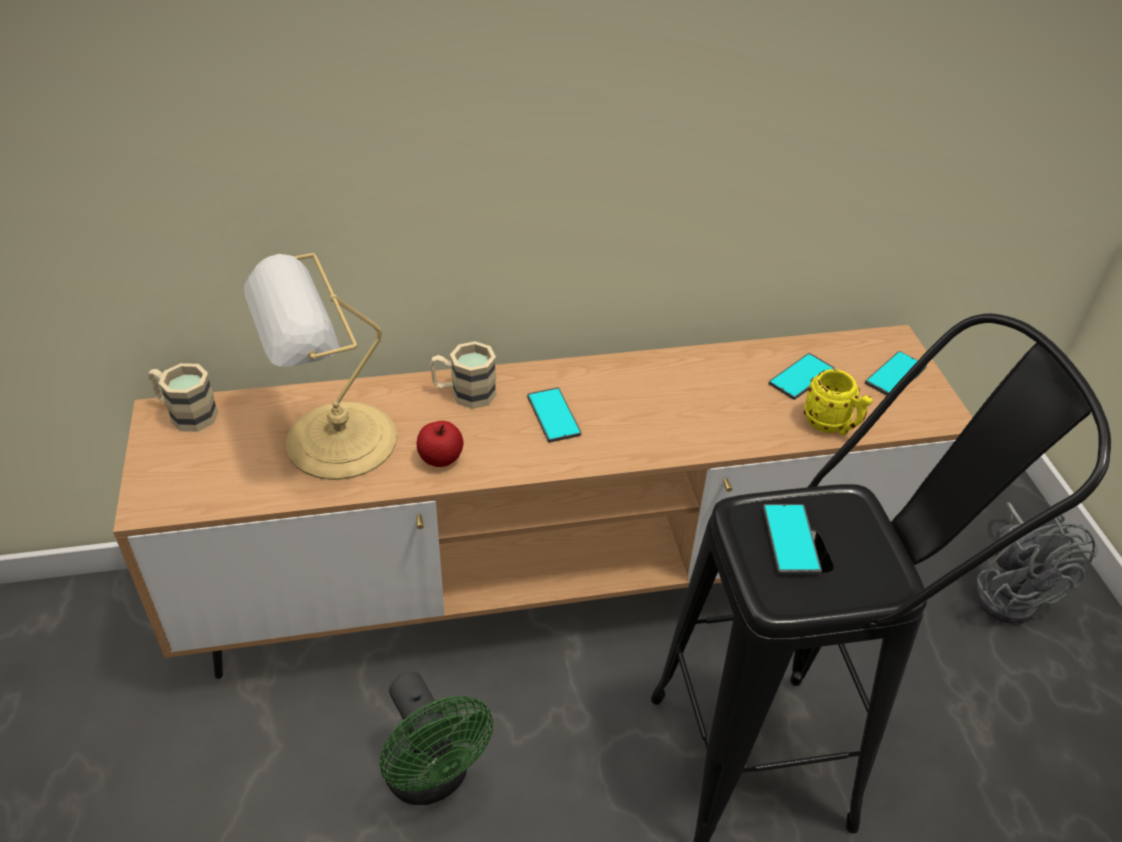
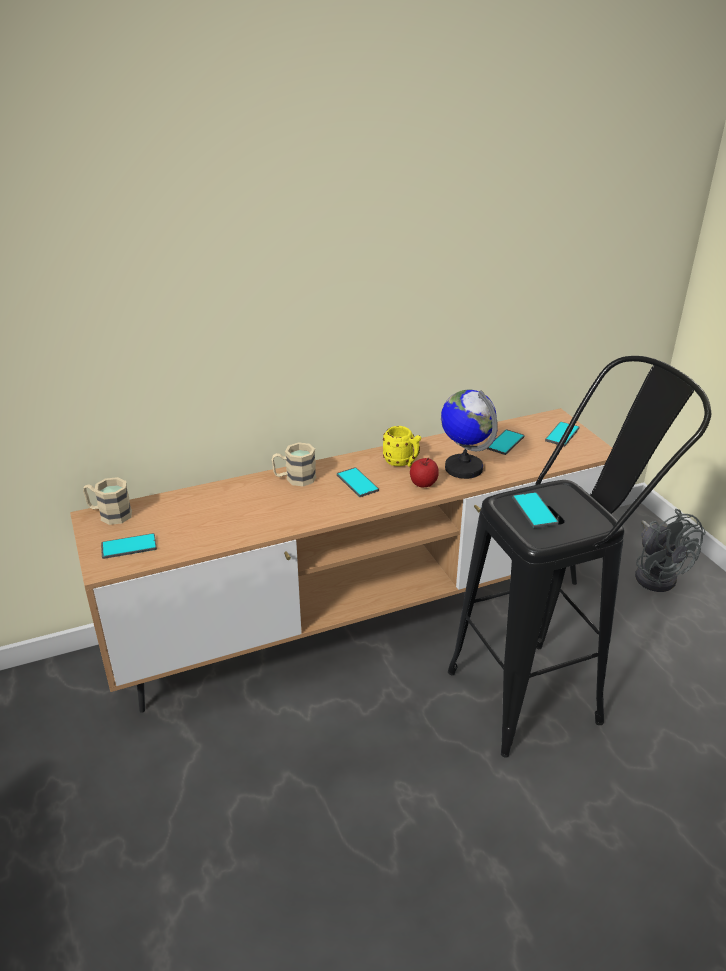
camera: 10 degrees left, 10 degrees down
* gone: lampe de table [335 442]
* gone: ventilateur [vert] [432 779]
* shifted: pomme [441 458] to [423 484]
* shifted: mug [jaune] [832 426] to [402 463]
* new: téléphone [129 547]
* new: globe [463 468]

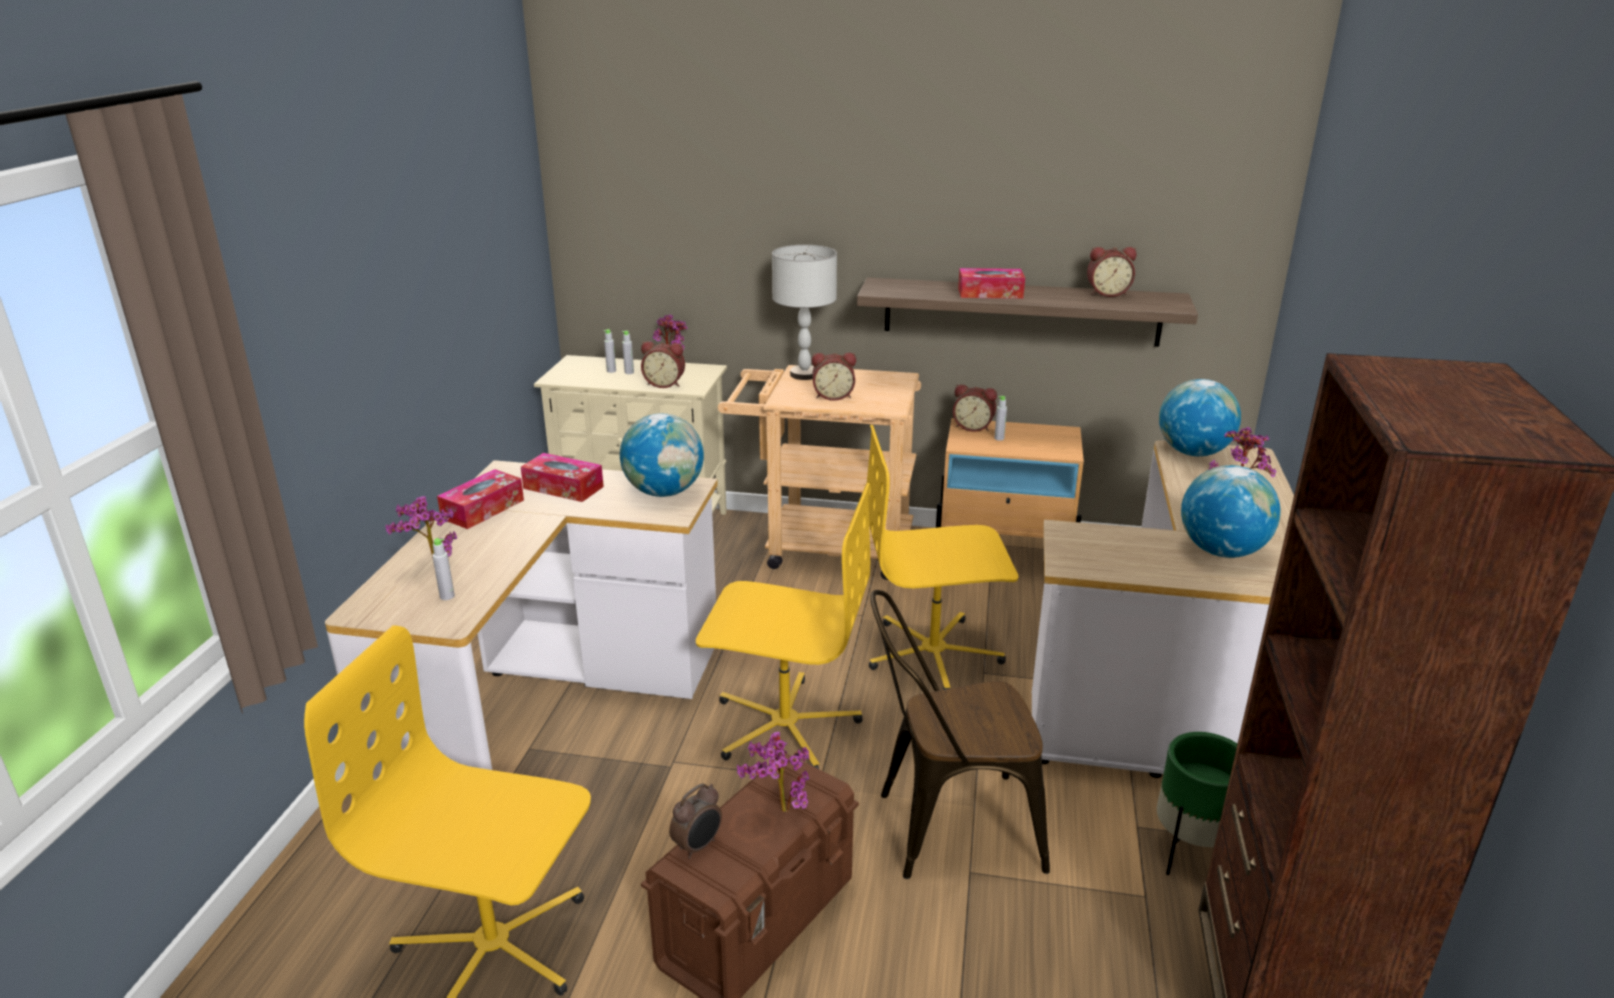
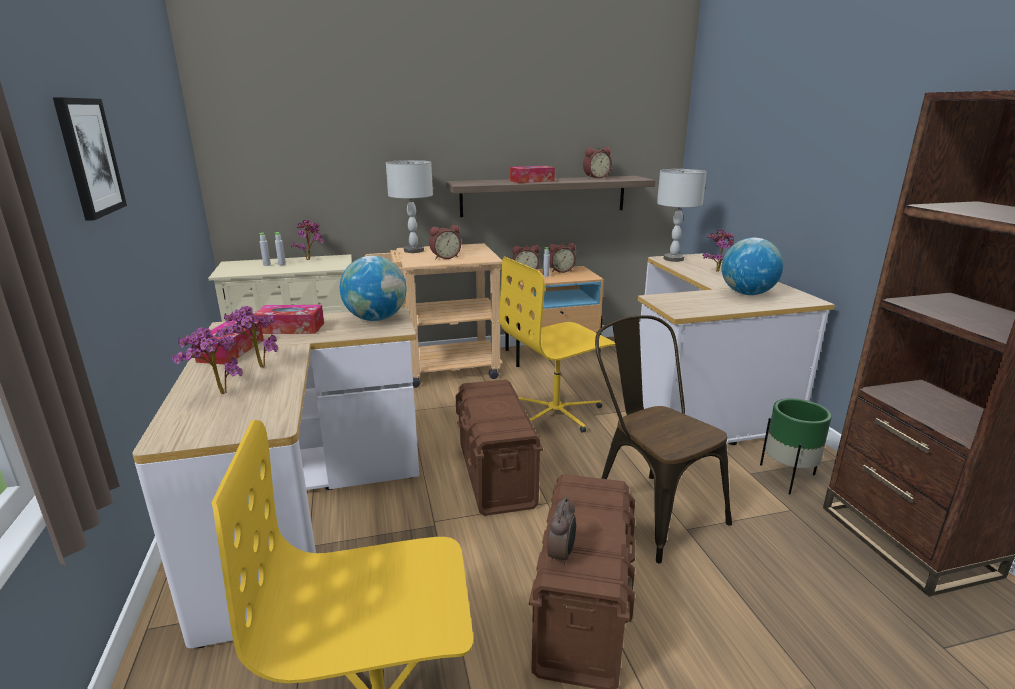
camera: 25 degrees left, 5 degrees down
* gone: bouteille [gris] [447 596]
* shifted: réveil [665 384] to [560 270]
* swapped: chaise de bureau [jaune] [784 725] to boîte de rangement [marron] [496 476]
* shifted: plante en pot [778 810] to [256 367]
* rotated: chaise [marron] [945 828] = [649 508] 90 degrees clockwise
* swapped: globe [1193 452] to lampe de table [gris] [673 259]
* new: tableau [89 157]

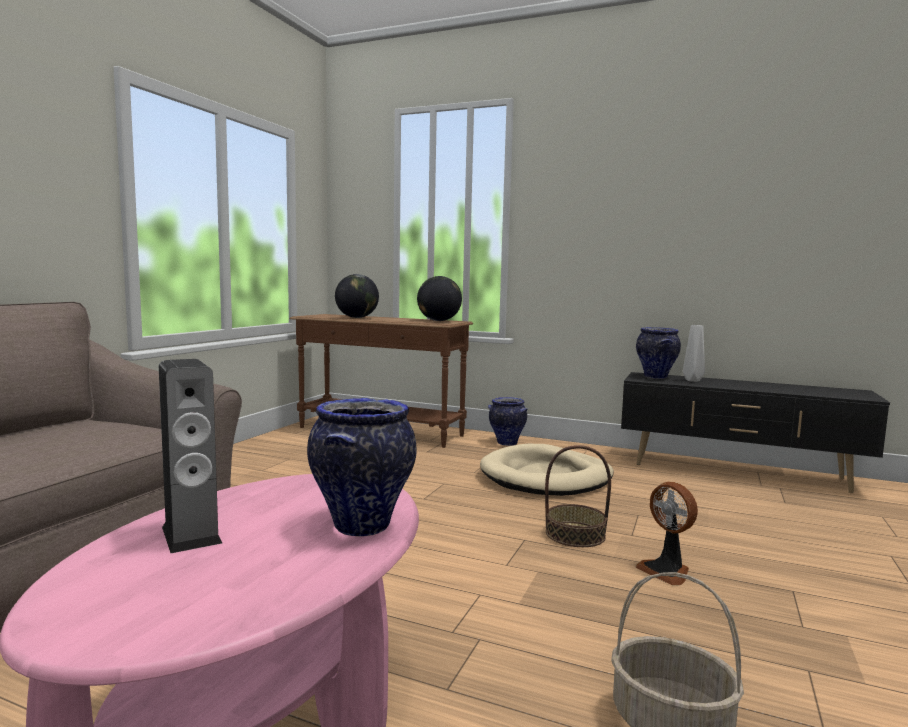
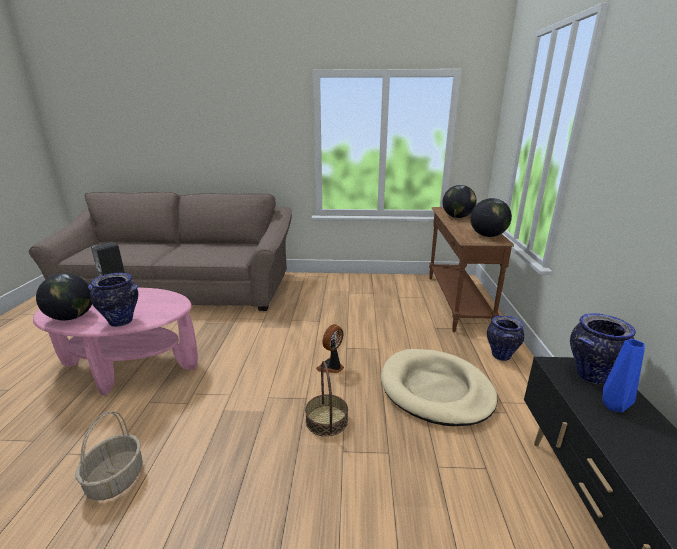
camera: 70 degrees right, 15 degrees up
* shifted: ventilateur [666 571] to [332 367]
* repainted: vase [gris] [692 380] to vase [bleu] [613 406]
* new: globe [72 317]

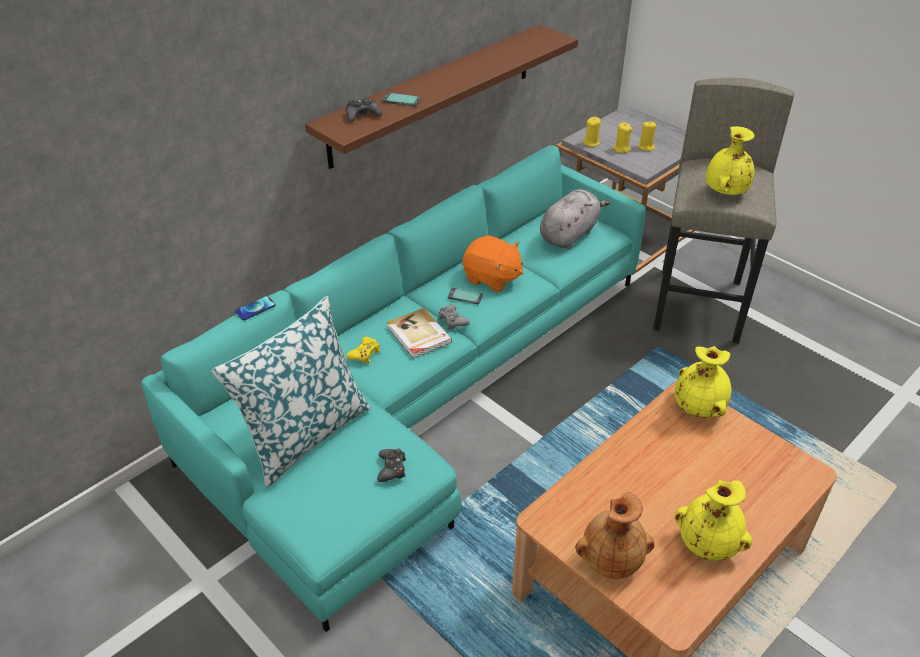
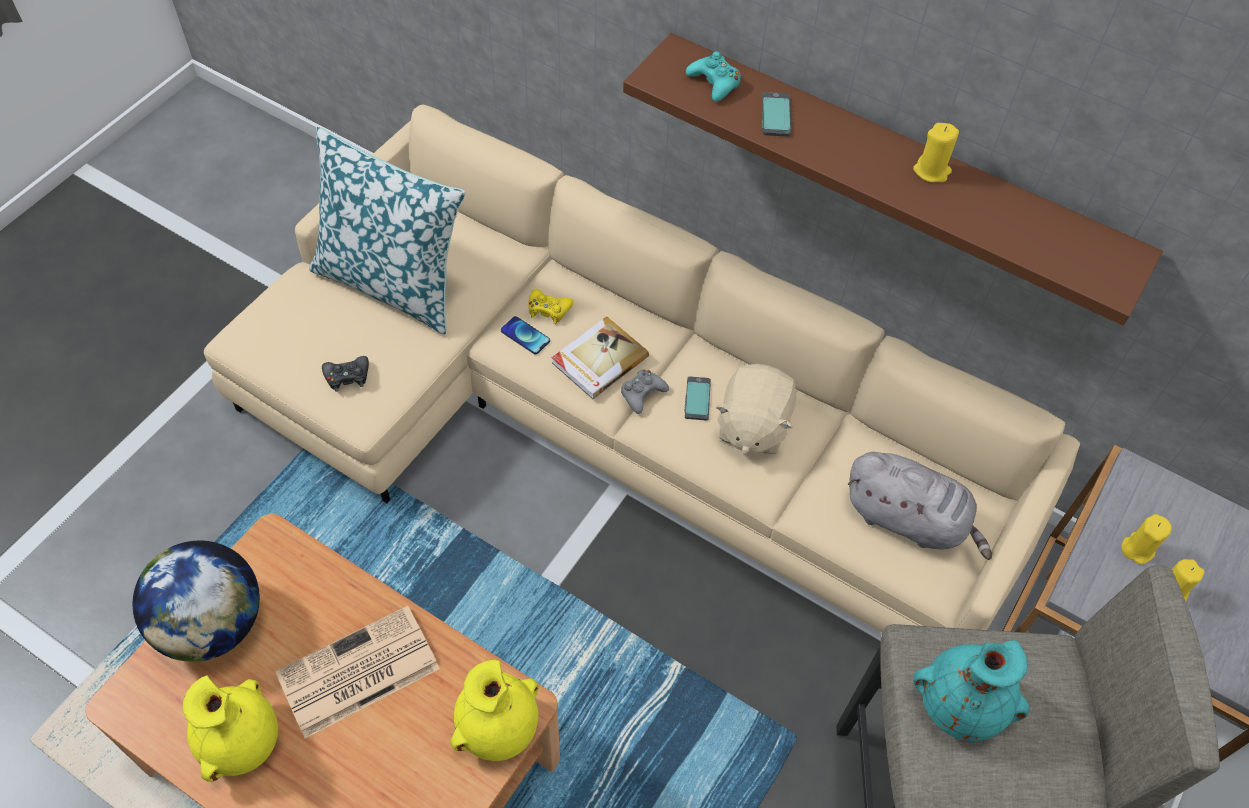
camera: 75 degrees right, 15 degrees up
* repainted: canapé [turquoise] [419 391] to canapé [beige] [609 421]
* shifted: téléphone [255 309] to [525 336]
* repainted: manette [noir] [362 115] to manette [turquoise] [714 83]
* repainted: peluche [orange] [492 278] to peluche [beige] [752 426]
* swapped: vase [marron] [611 560] to globe [212 624]
* shifted: bougie [jaune] [591 143] to [931 171]
* repainted: vase [jaune] [724 191] to vase [turquoise] [960 704]
* new: journal [356 673]

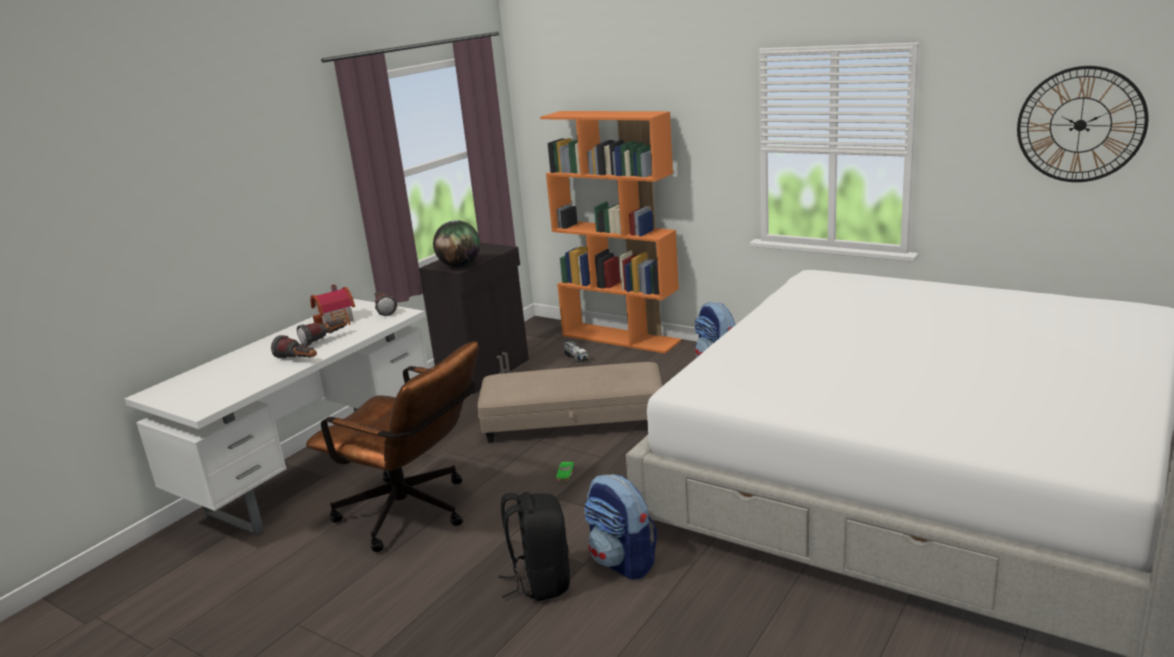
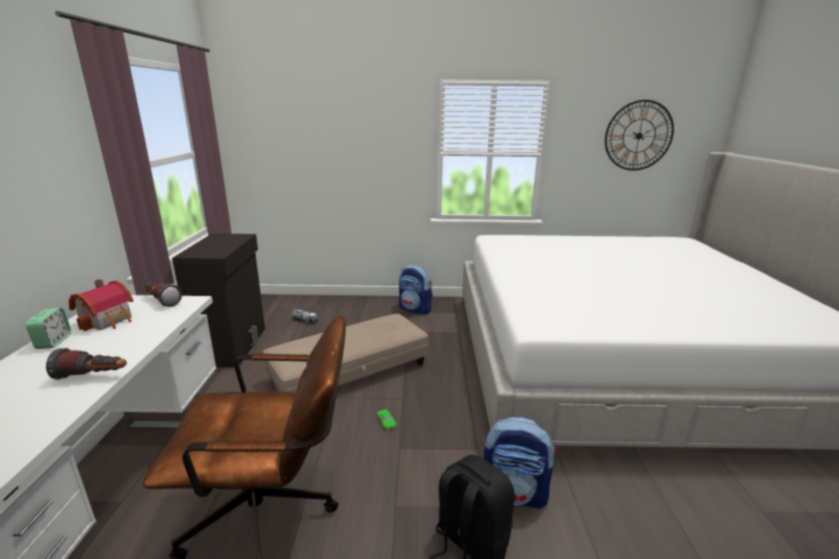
camera: 35 degrees left, 0 degrees up
* gone: lampe de poche [325 340]
* gone: globe [460 266]
* gone: bibliothèque [orange] [621 338]
* new: réveil [53 342]

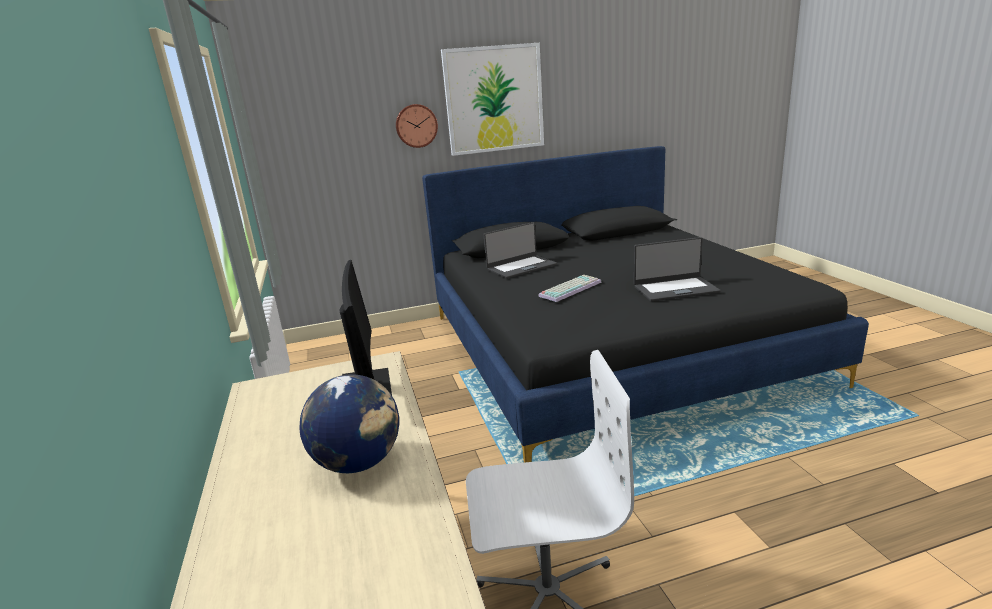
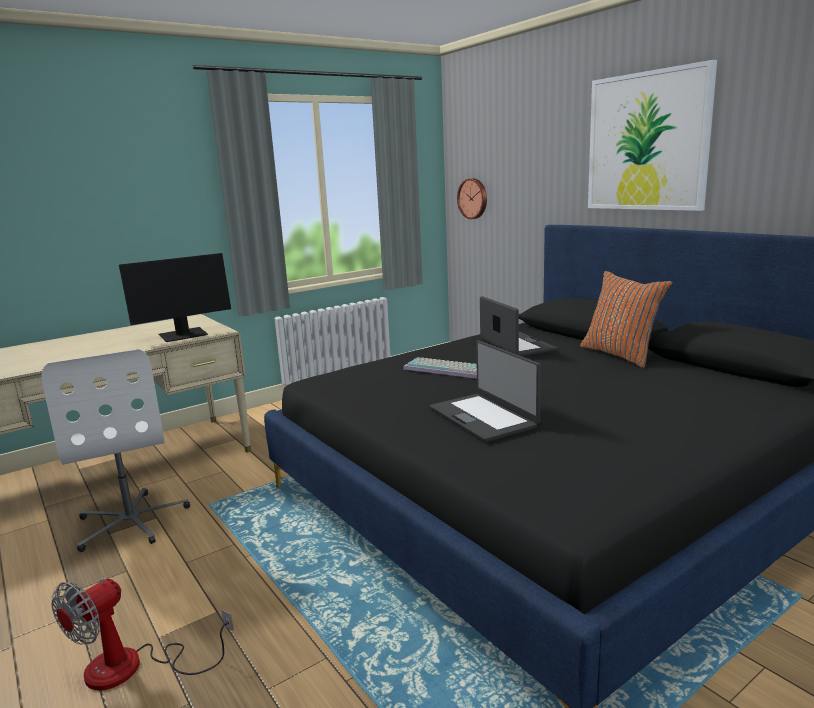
camera: 70 degrees right, 5 degrees down
* gone: globe [359 462]
* shifted: horloge murale [416 126] to [473 198]
* rotated: ordinateur portable [521 267] = [516 345] 150 degrees counterclockwise
* new: ventilateur [133 668]
* new: coussin [orange] [621 354]

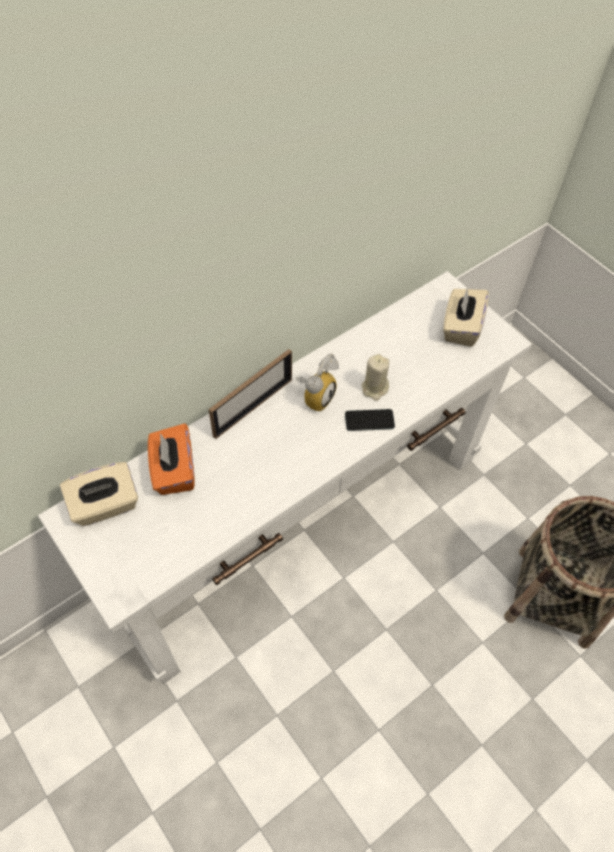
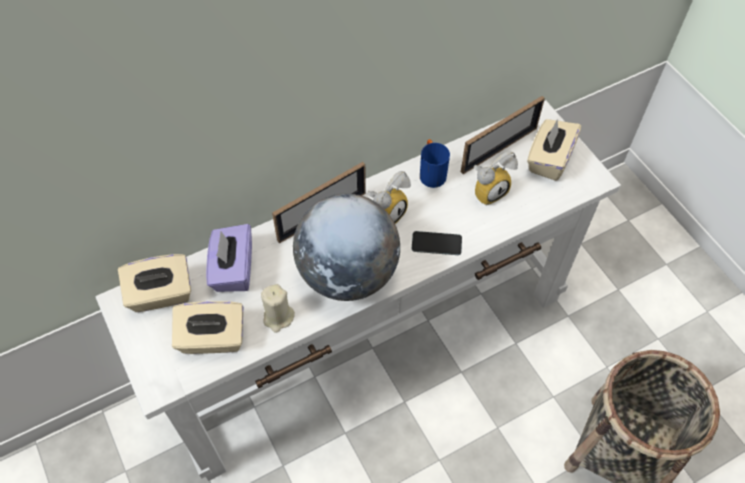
camera: 10 degrees right, 0 degrees up
* repainted: boîte à mouchoirs [orange] [174 471] to boîte à mouchoirs [violet] [233 270]
* shifted: bougie [beige] [374 388] to [278 317]
* new: boîte à mouchoirs [beige] [212 339]
* new: globe [348 274]
* new: mug [bleu] [431 172]
* new: cadre photo [499 149]
* new: réveil [488 190]

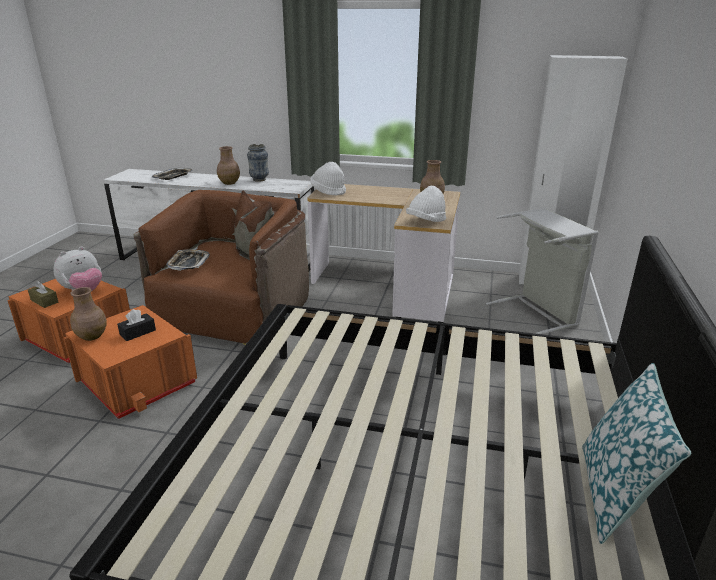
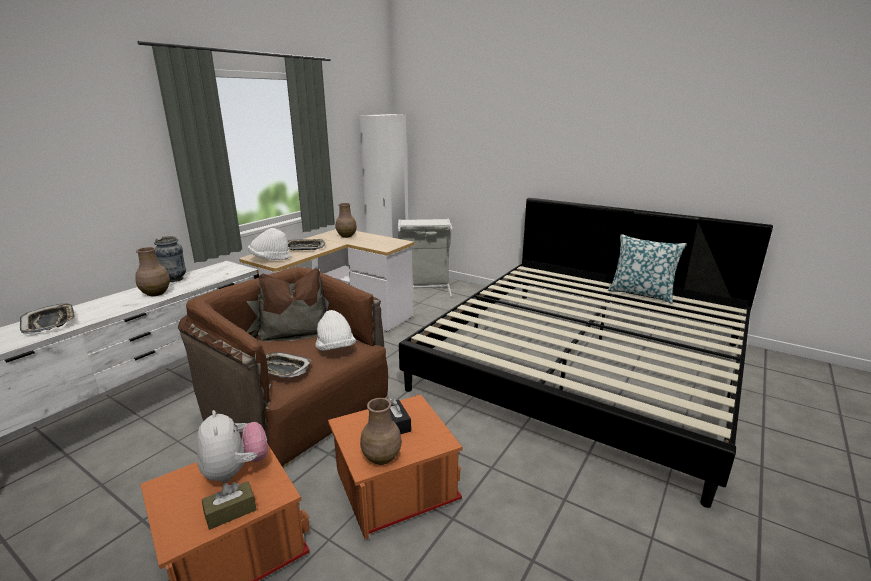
camera: 70 degrees left, 5 degrees down
* shifted: chapeau [blanc] [426 221] to [335 348]
* new: plateau [304 247]

